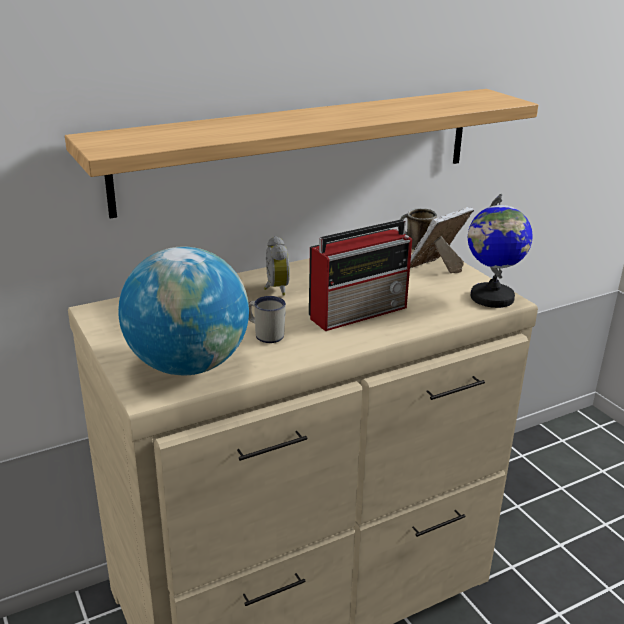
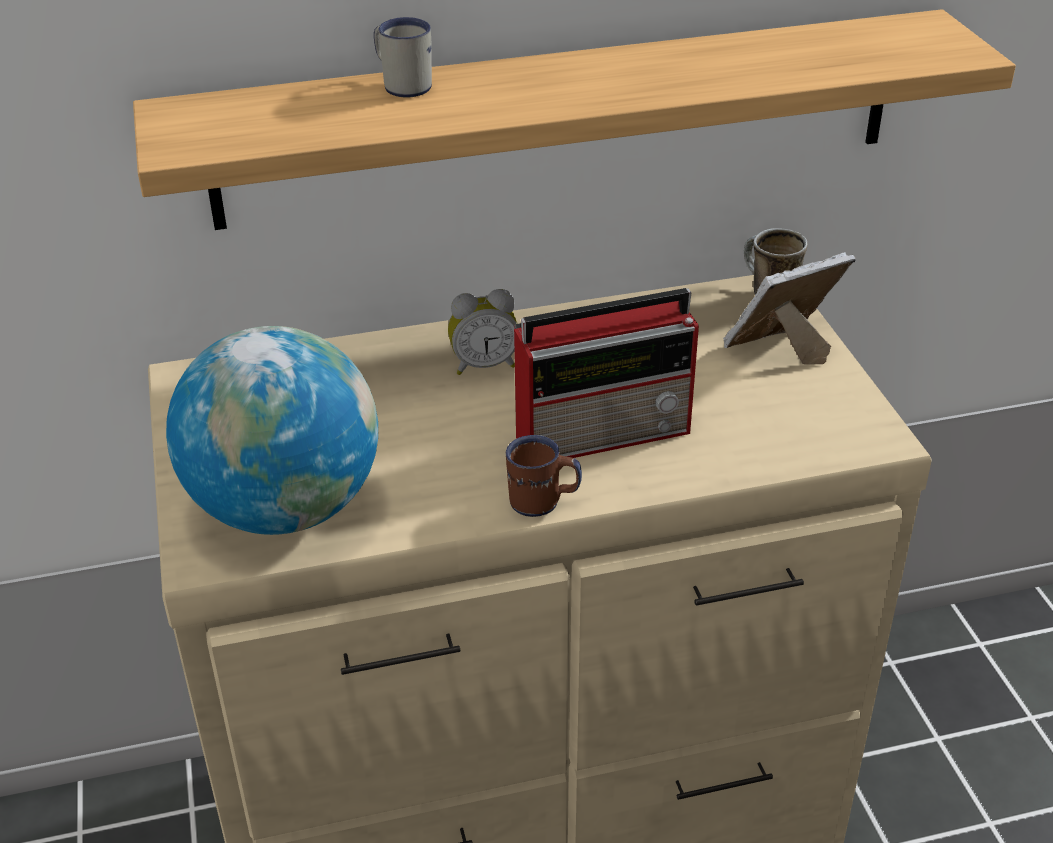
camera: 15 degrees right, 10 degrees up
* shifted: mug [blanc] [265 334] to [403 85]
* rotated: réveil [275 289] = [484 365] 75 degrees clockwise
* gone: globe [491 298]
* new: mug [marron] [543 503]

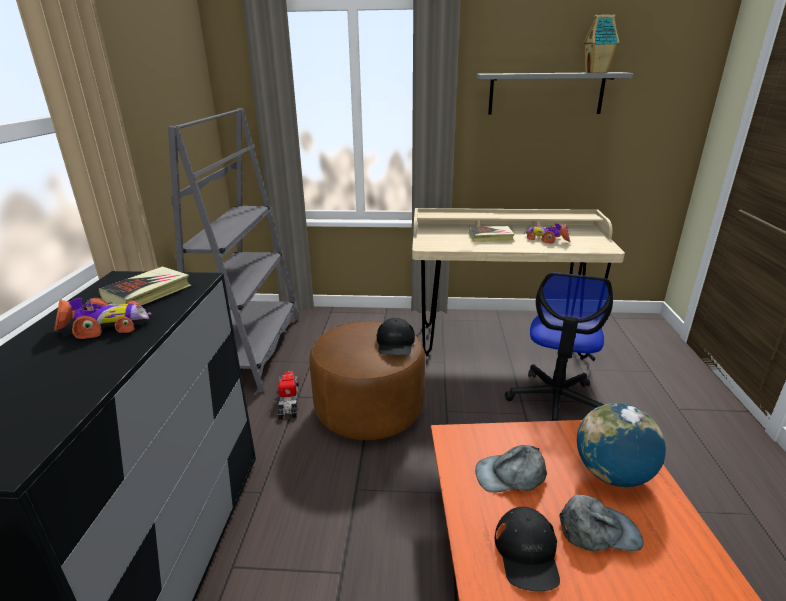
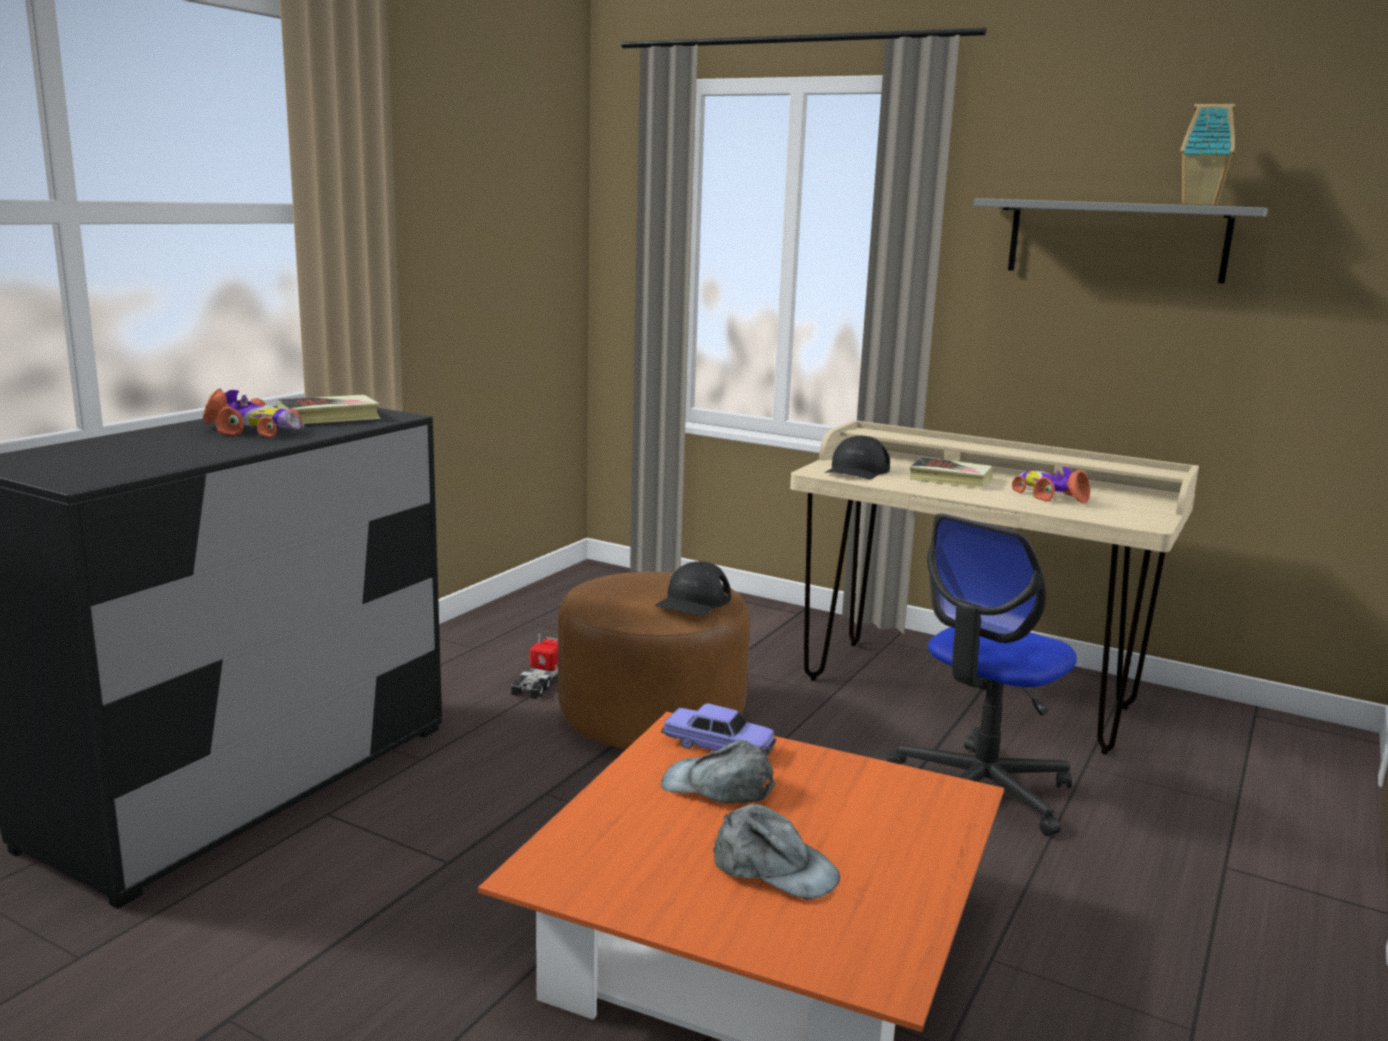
camera: 25 degrees right, 10 degrees down
* gone: bibliothèque [gris] [249 351]
* shifted: casquette [noir] [527 553] to [856 471]
* gone: globe [612 474]
* new: petite voiture [718 746]

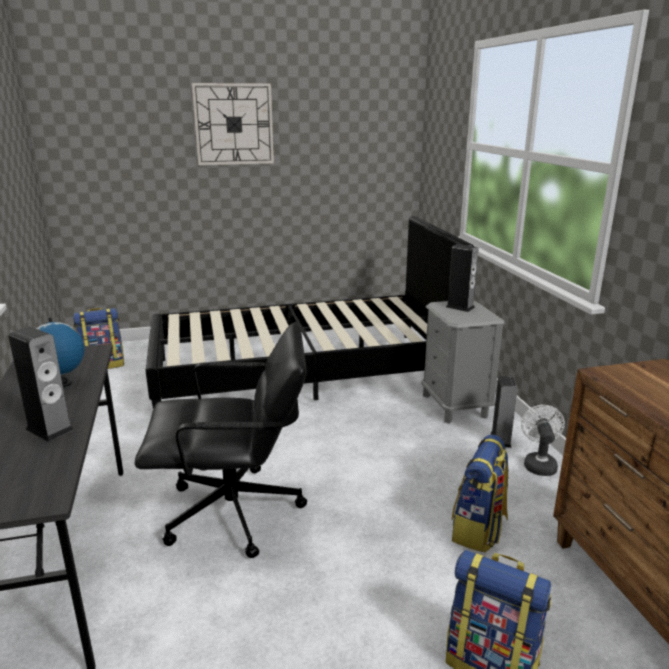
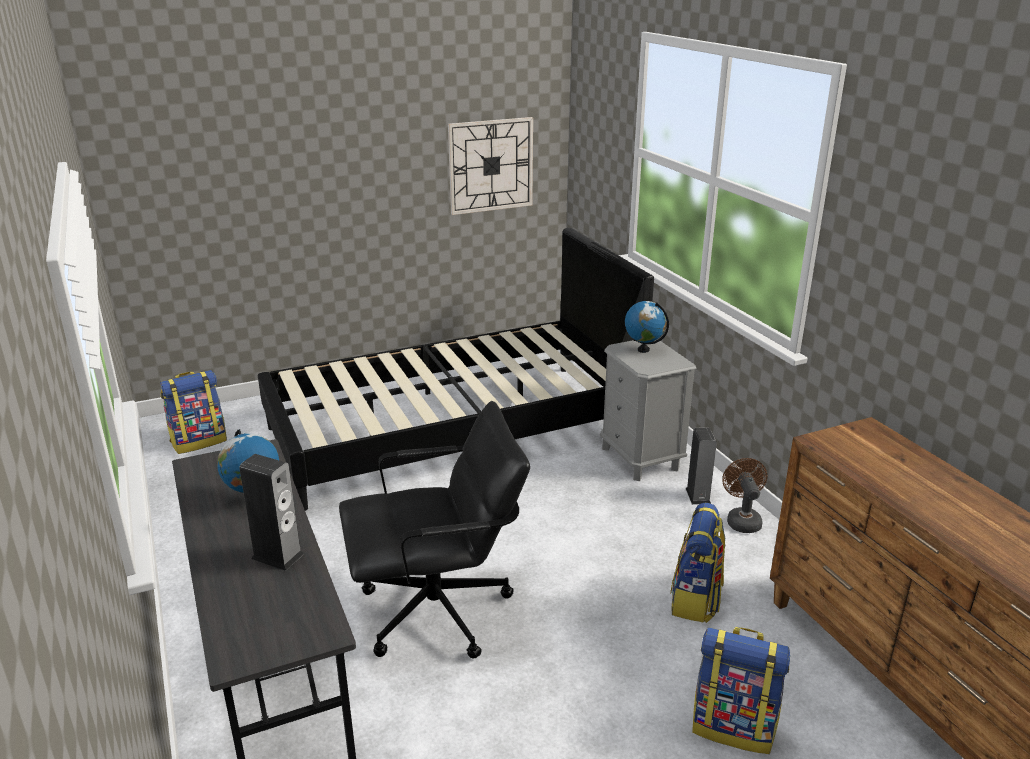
camera: 10 degrees left, 5 degrees up
* shifted: horloge murale [234 124] to [491 165]
* swapped: enceinte [460 307] to globe [643 349]
* repainted: ventilateur [blanc] [538 464] to ventilateur [marron] [742 520]

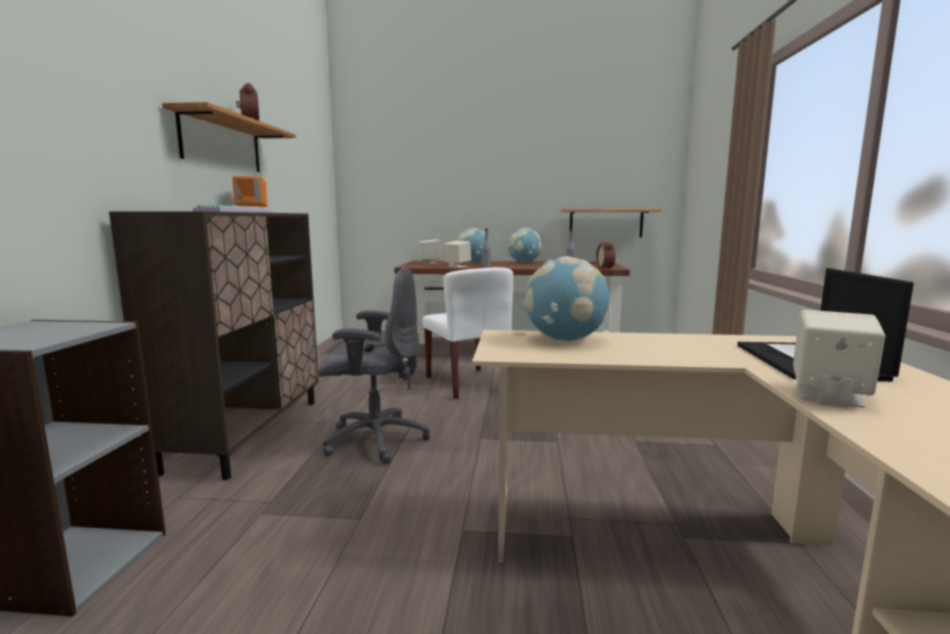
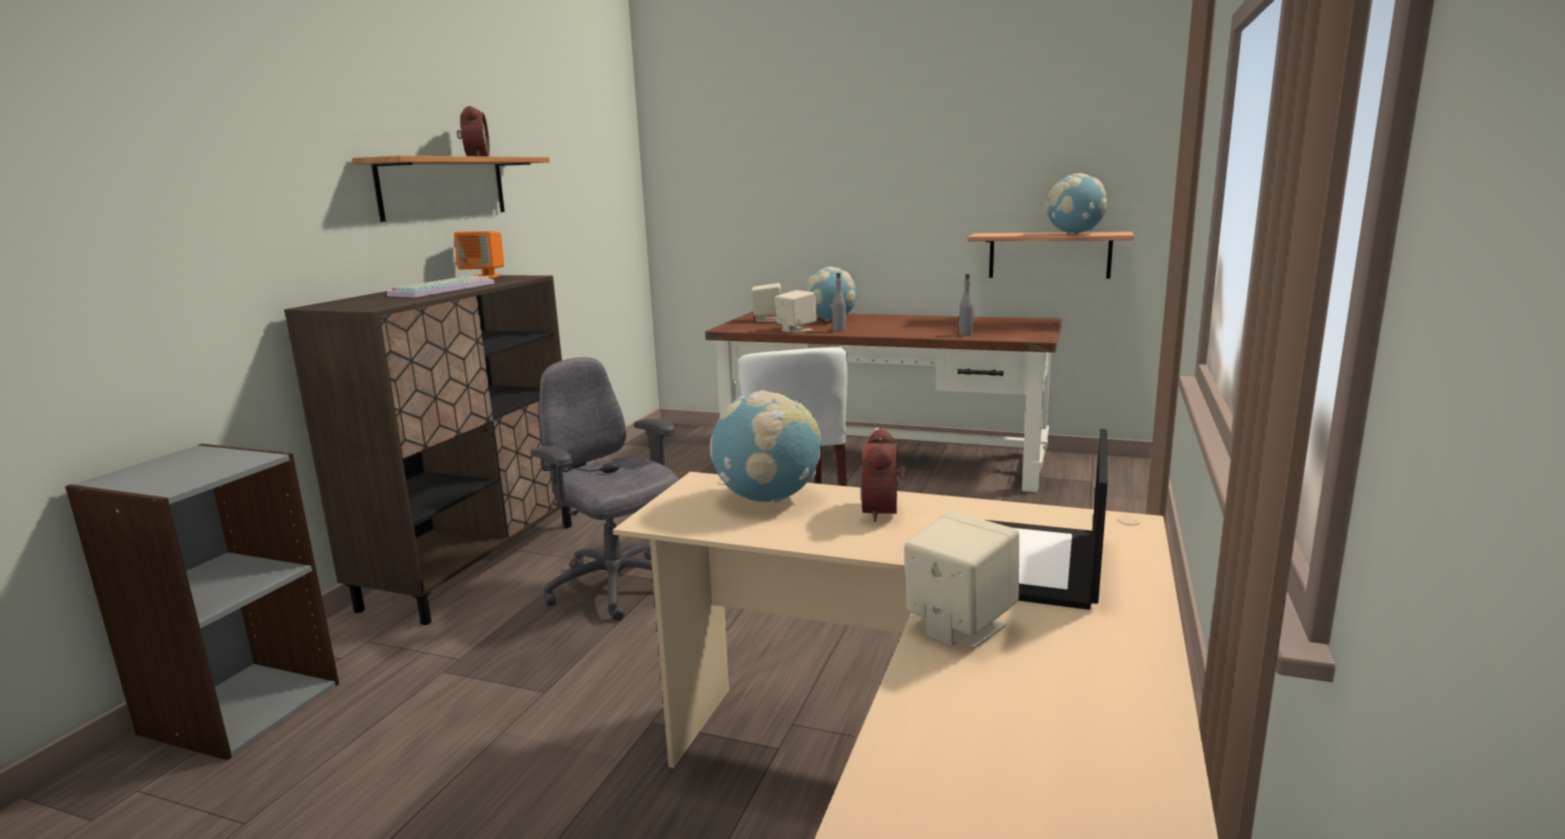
camera: 15 degrees right, 5 degrees up
* rotated: chaise de bureau [gris] [374 440] = [616 588] 150 degrees counterclockwise
* shifted: globe [524 262] to [1074 233]
* shifted: réveil [606 268] to [884 511]

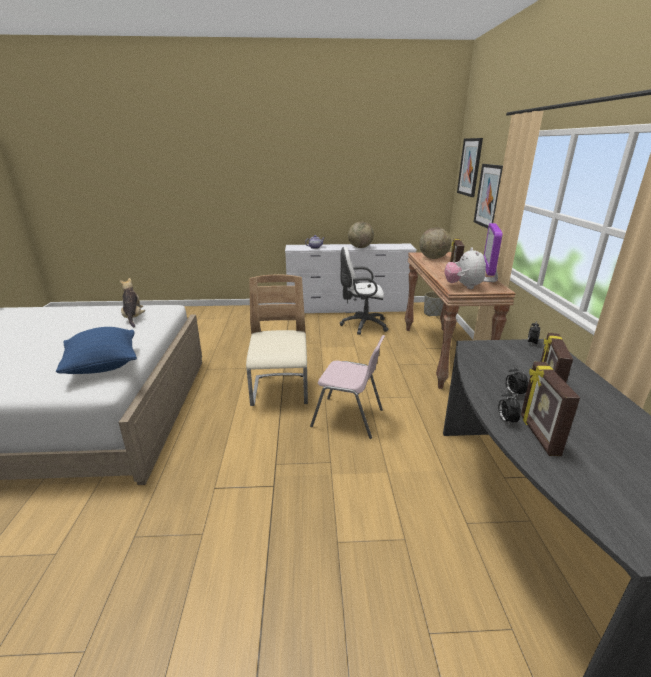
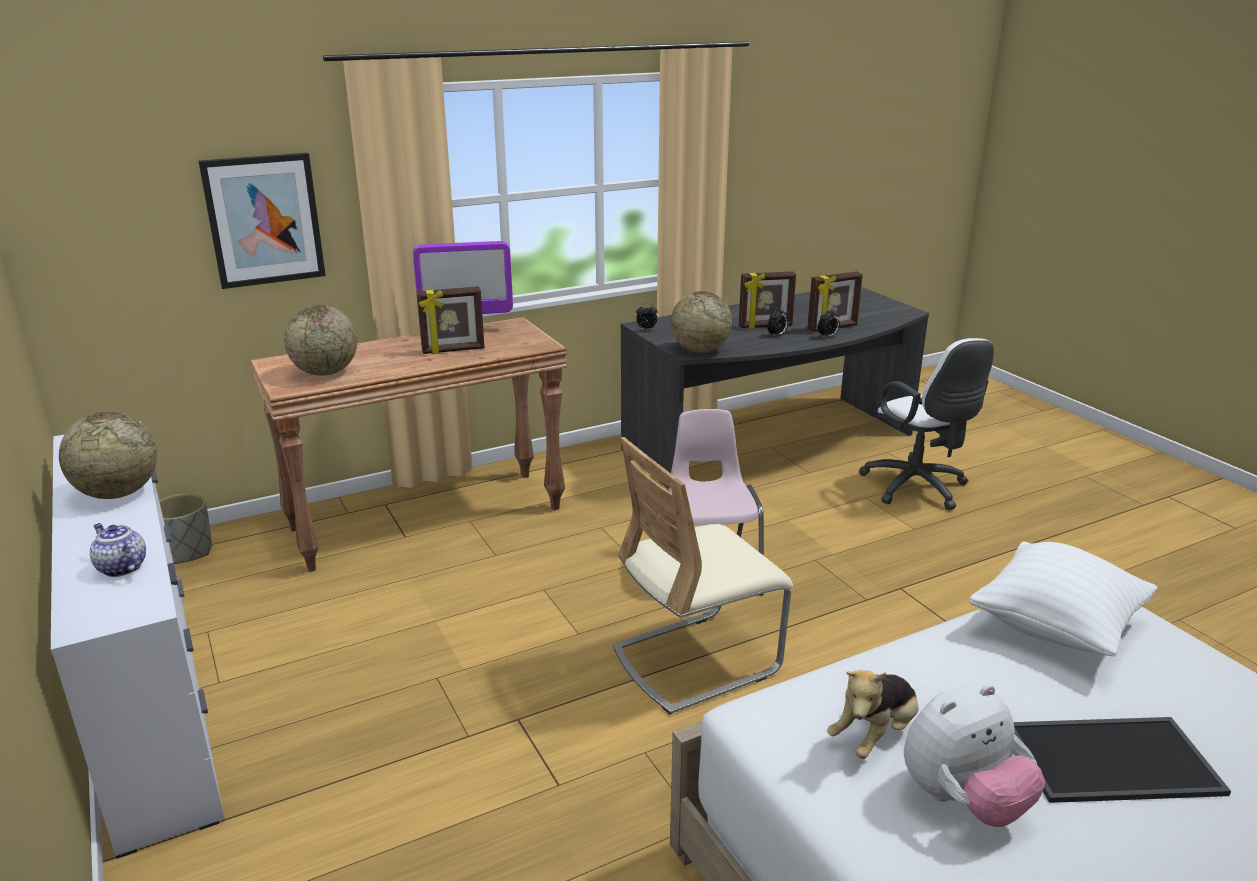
camera: 115 degrees left, 0 degrees up
* repainted: coussin [bleu] [103 366] to coussin [blanc] [1056 627]
* shifted: chaise de bureau [blanc] [361 325] to [918 489]
* shifted: peluche [463 287] to [963 801]
* gone: tableau [470 167]
* new: globe [700 350]
* new: plateau [1113 757]

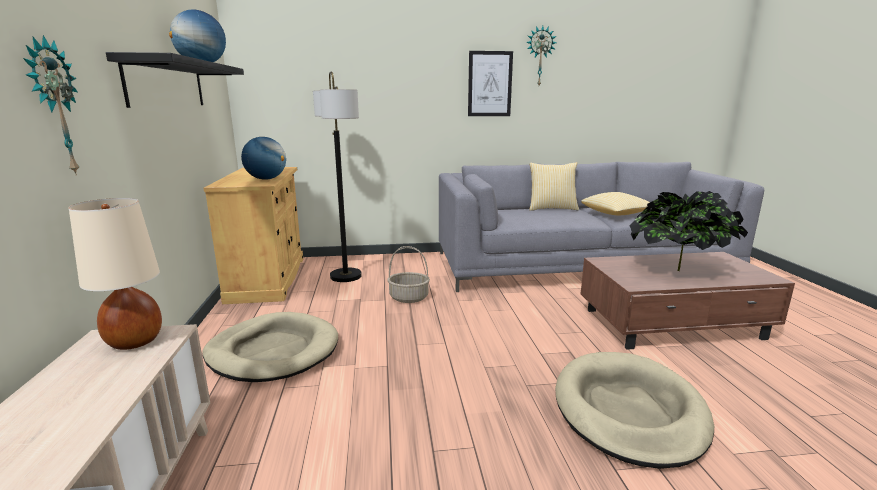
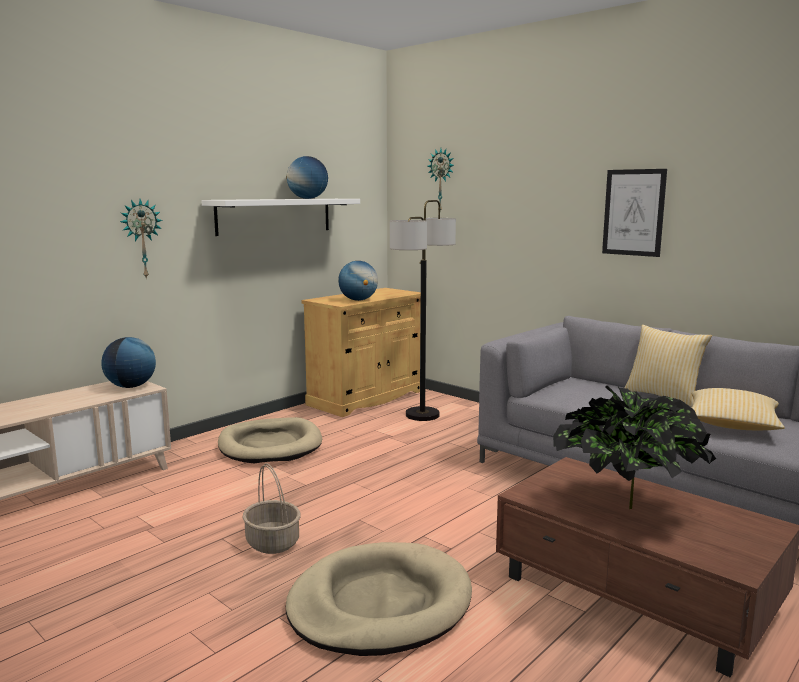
camera: 50 degrees right, 5 degrees down
* swapped: lampe de table [beige] [134 342] to globe [131 386]
* repainted: étagère [noir] [167 84] to étagère [blanc] [275 216]
* shifted: panier [409 297] to [273 542]
* shifted: horloge murale [539 56] to [442 180]

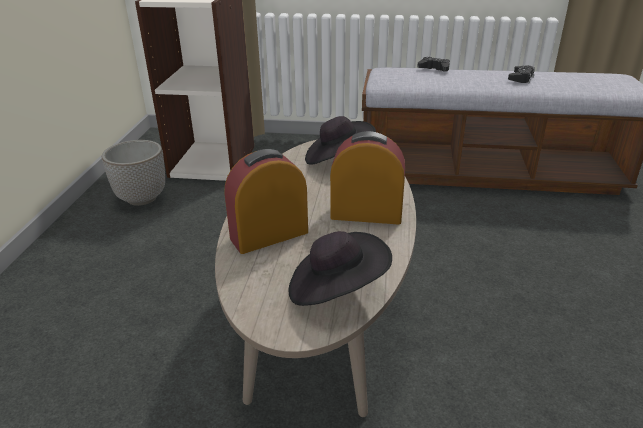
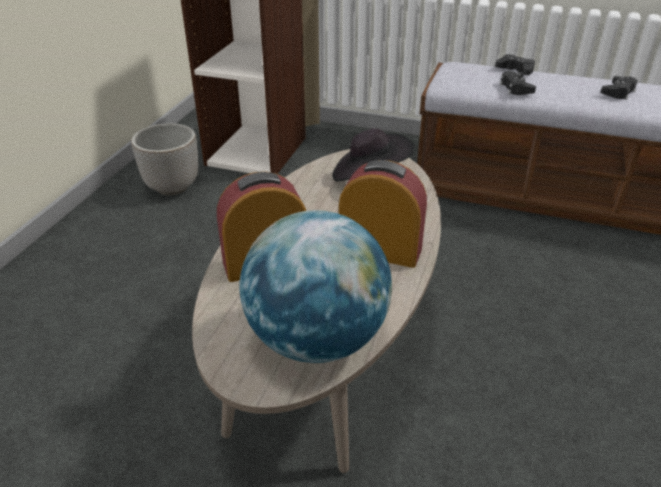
camera: 10 degrees right, 5 degrees up
* swapped: chapeau [noir] [336 289] to globe [317 339]
* new: manette [noir] [515 88]

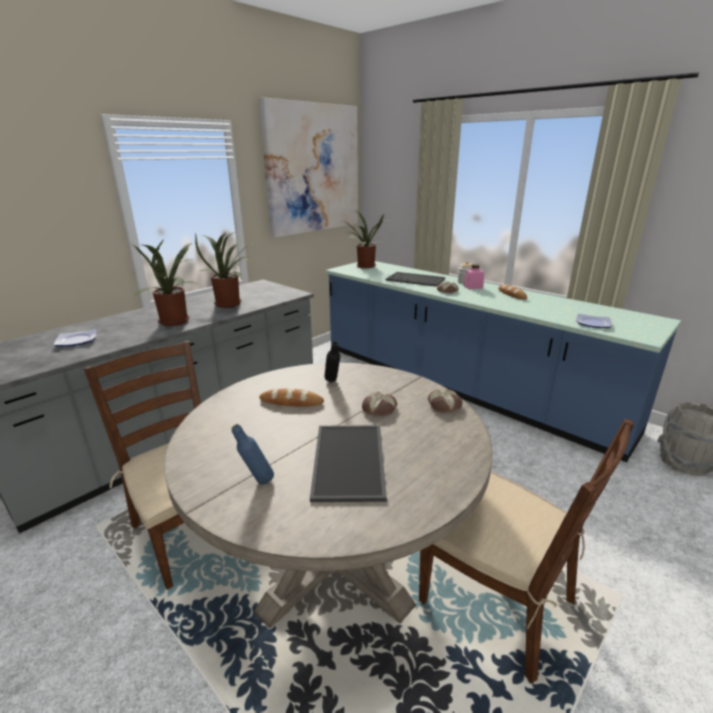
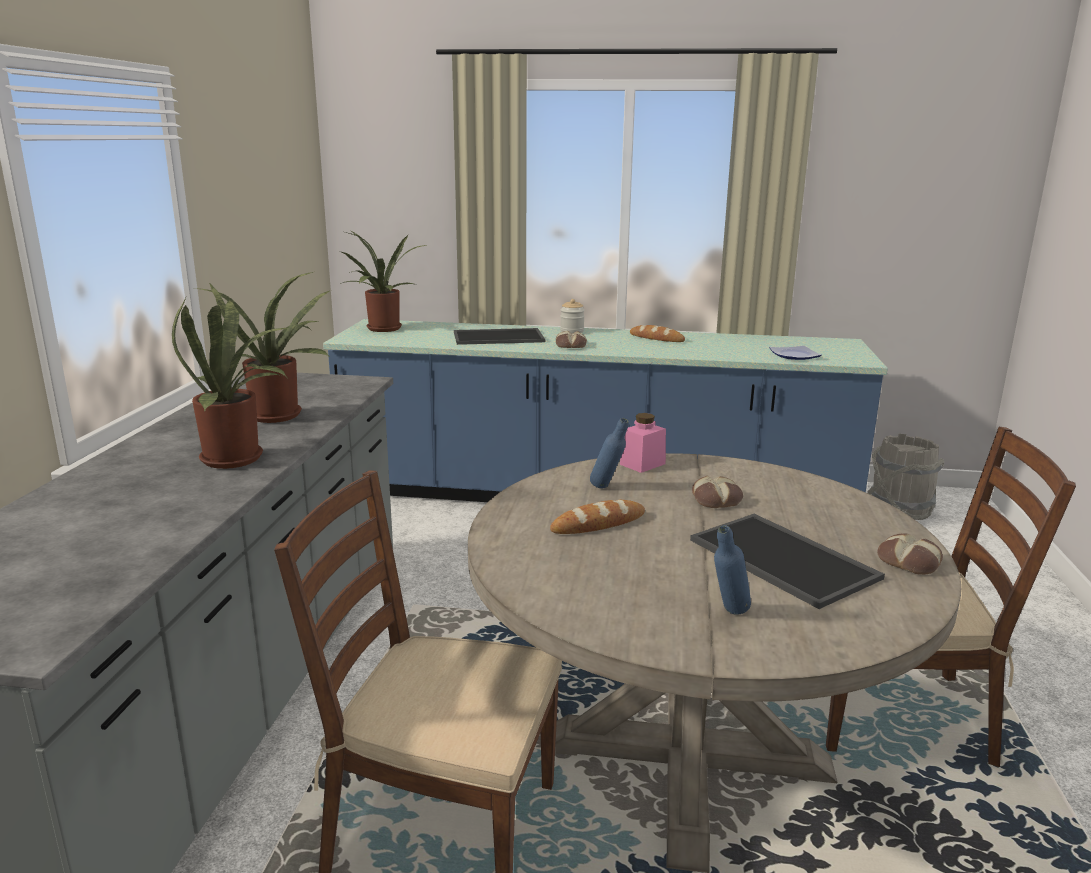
camera: 35 degrees left, 5 degrees down
* gone: assiette [77 340]
* gone: tableau [312 169]
* repainted: bouteille [noir] [333 382] to bouteille [bleu] [607 488]
* shifted: pain [444 405] to [909 561]
* shifted: bocal [rose] [473 287] to [642 464]

